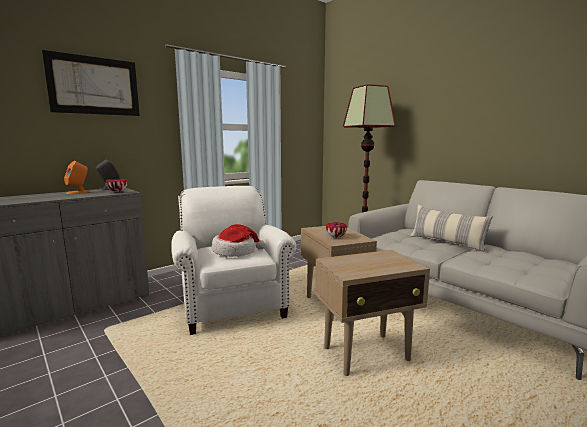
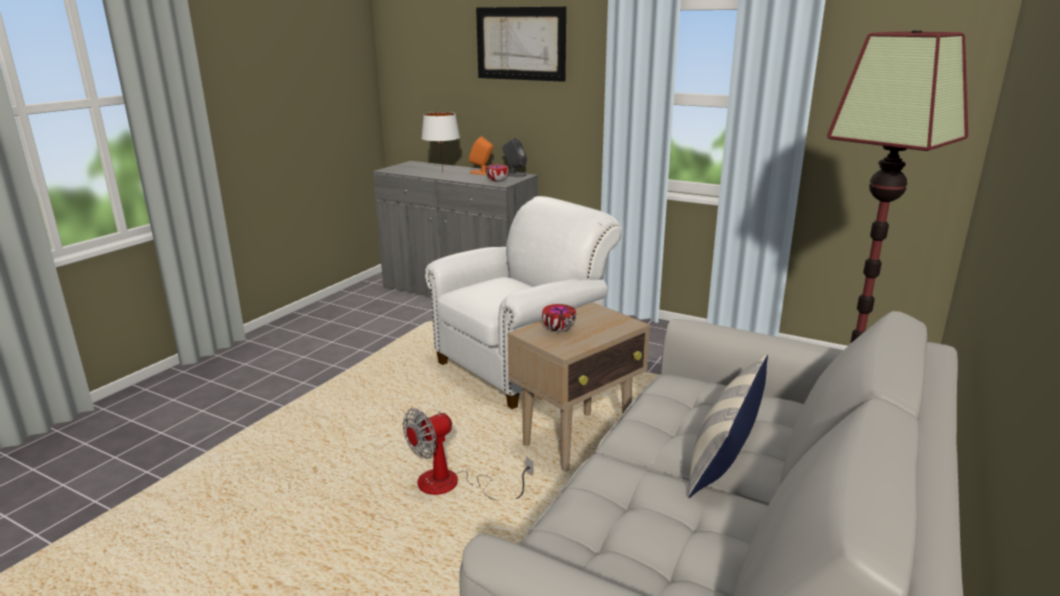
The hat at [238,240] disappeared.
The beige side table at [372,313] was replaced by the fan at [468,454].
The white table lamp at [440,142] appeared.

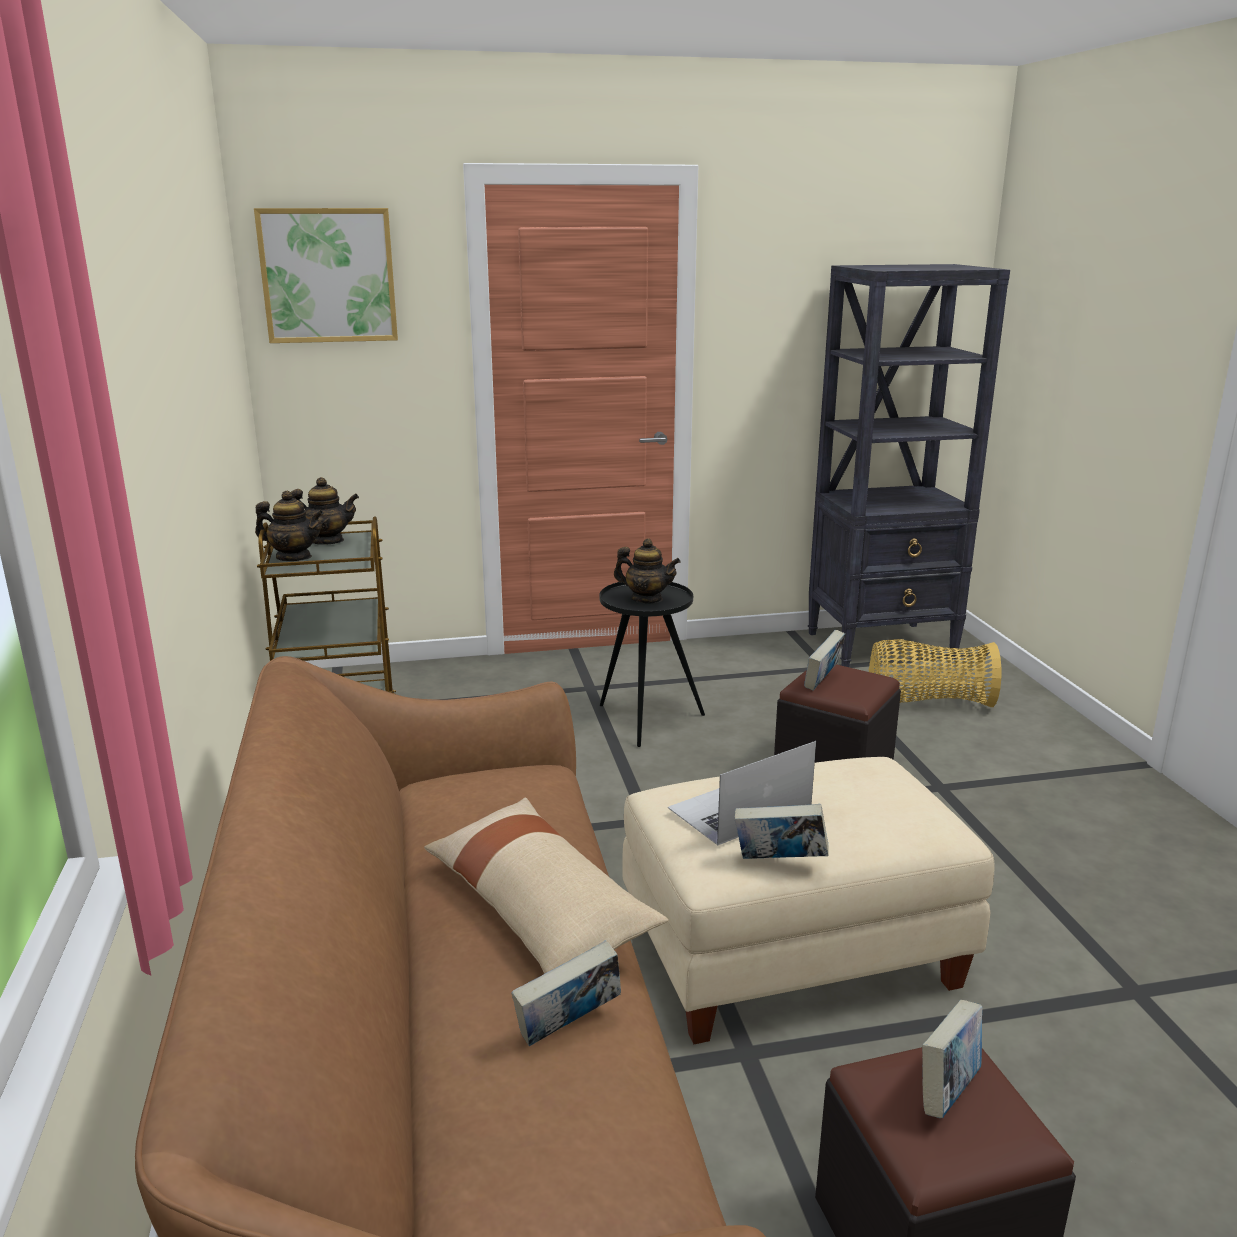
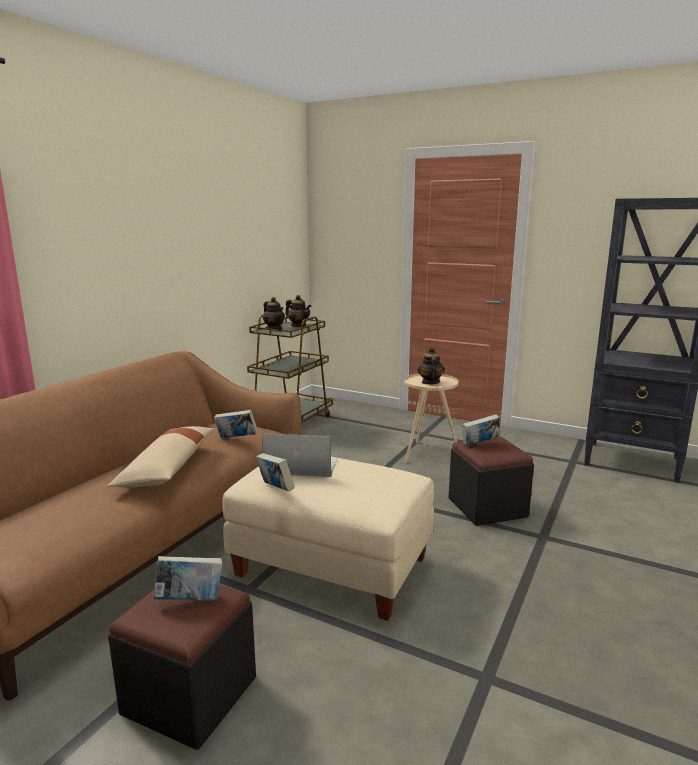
The picture at [326,275] disappeared.
The teapot at [647,570] turned 150 degrees counterclockwise.
The black side table at [652,664] became the beige side table at [431,418].
The basket at [935,673] disappeared.
The book moved from [566,993] to [236,424].

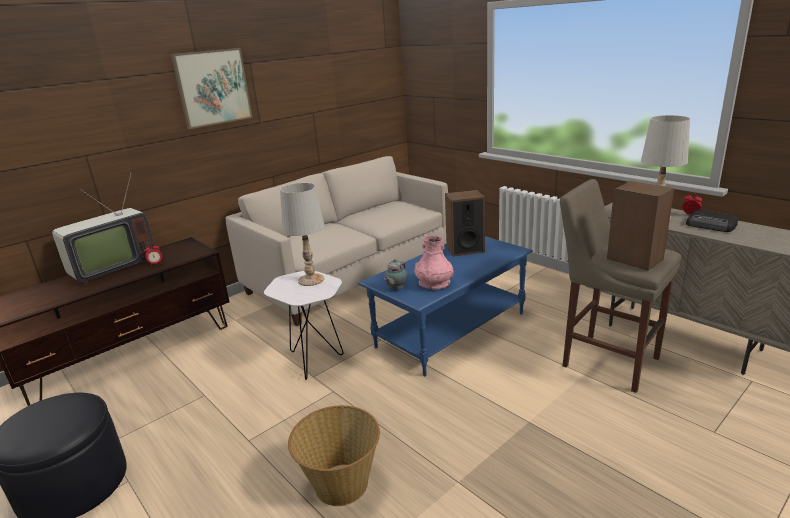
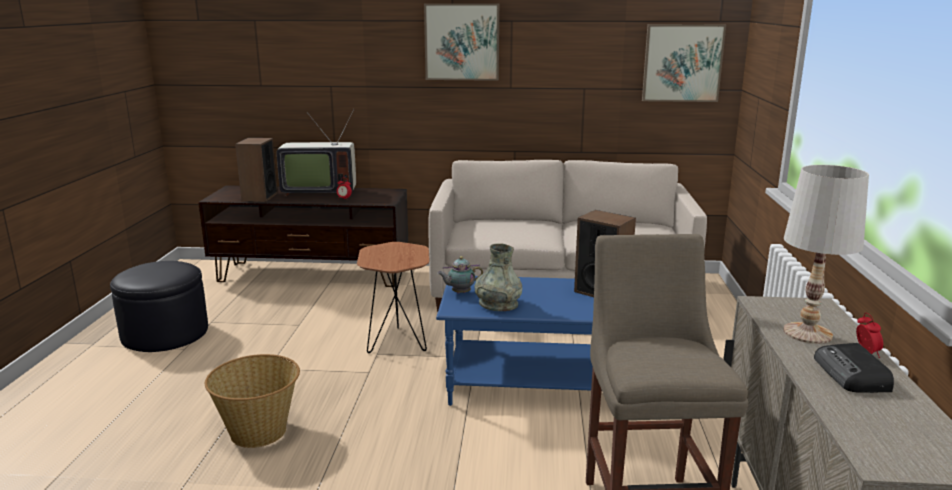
The speaker moved from [640,226] to [256,170].
The white table lamp at [302,234] disappeared.
The pink vase at [434,262] became the grey vase at [498,277].
The white side table at [304,325] became the brown side table at [393,297].
The picture at [684,63] appeared.

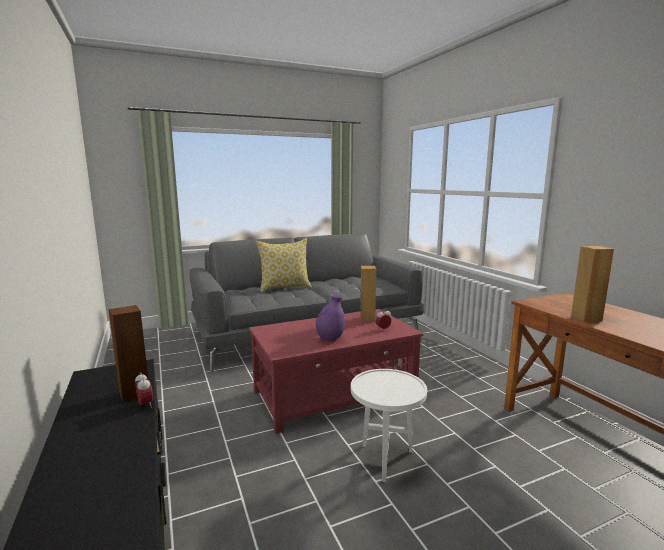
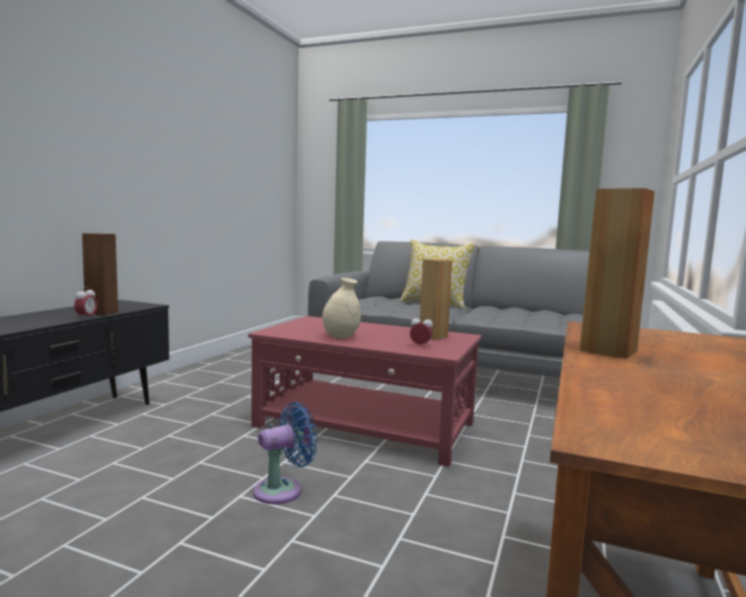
The purple vase at [330,317] became the beige vase at [341,308].
The white side table at [389,425] was replaced by the blue fan at [285,453].

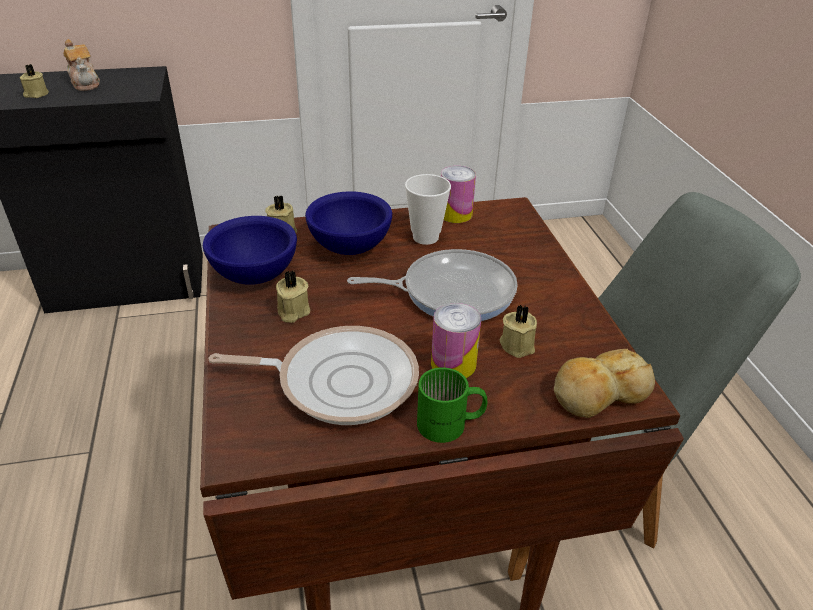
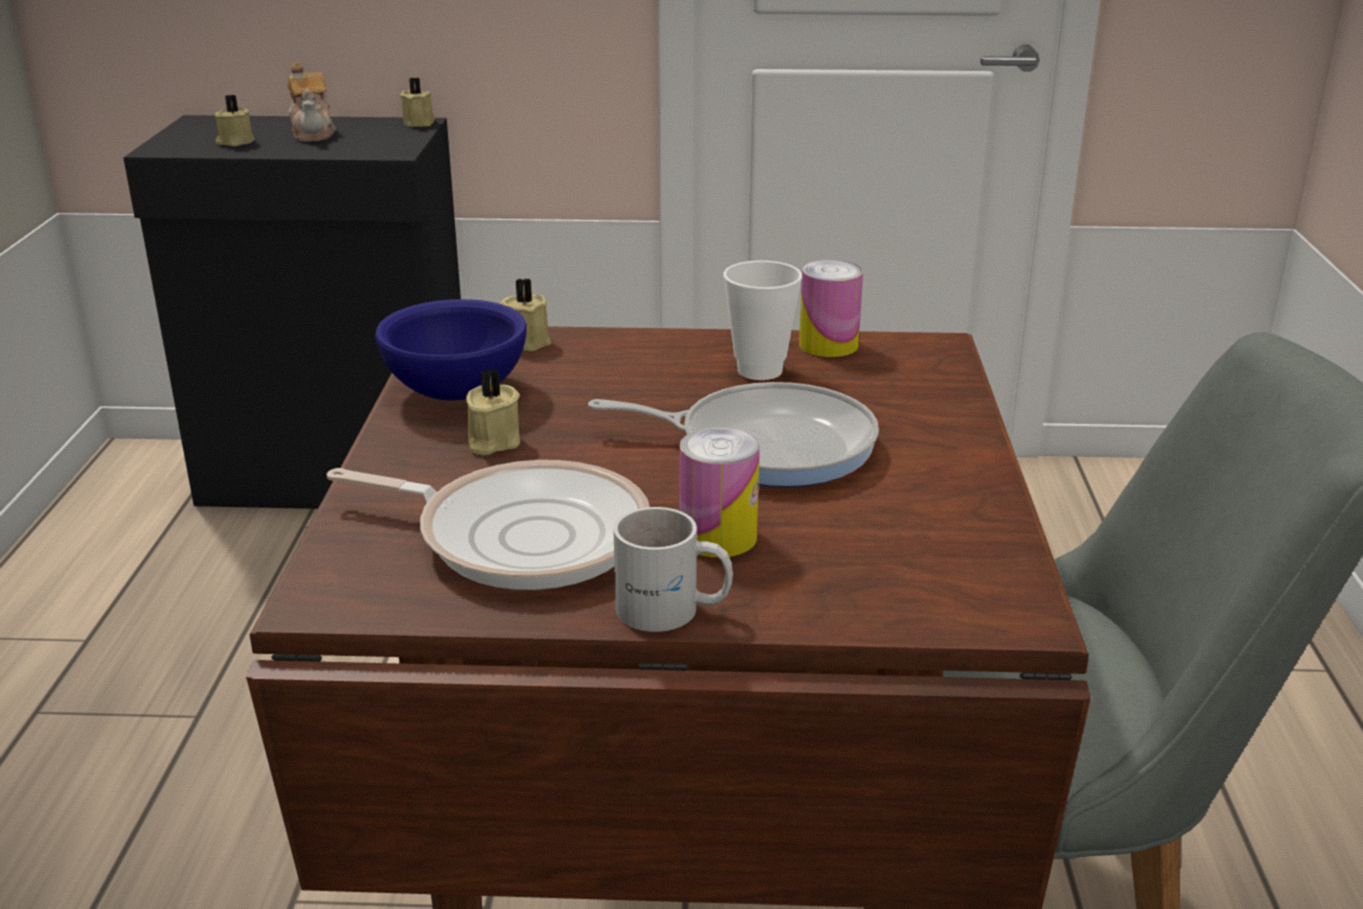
The blue bowl at [348,223] disappeared.
The beige candle moved from [518,331] to [417,102].
The bread at [604,383] disappeared.
The green mug at [452,405] became the white mug at [673,569].

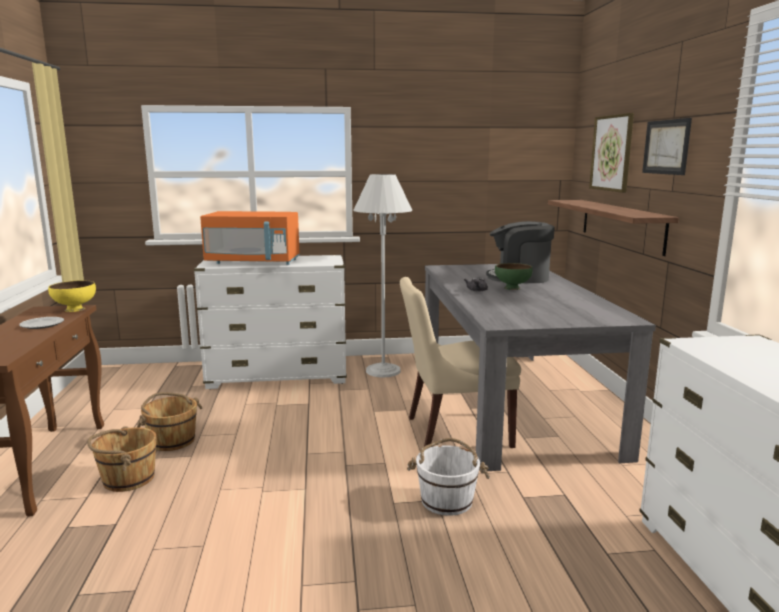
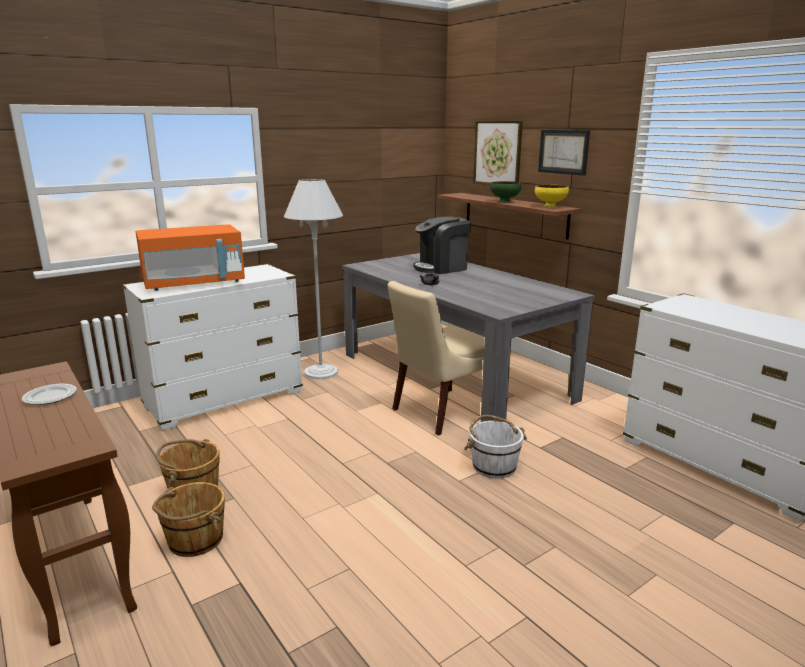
The green bowl moved from [514,276] to [506,192].
The yellow bowl moved from [72,296] to [552,196].

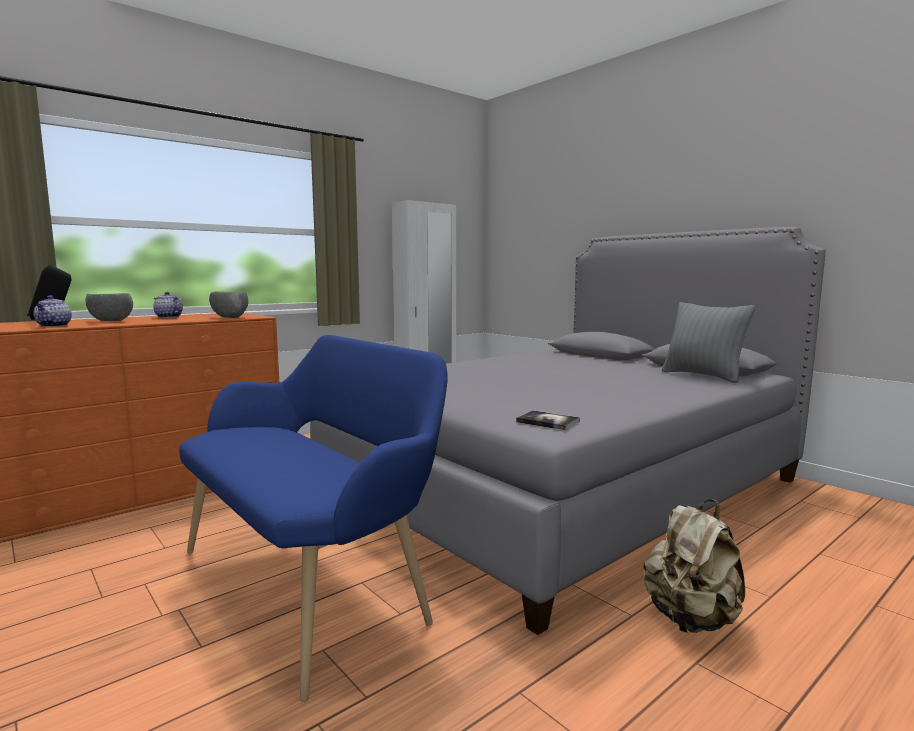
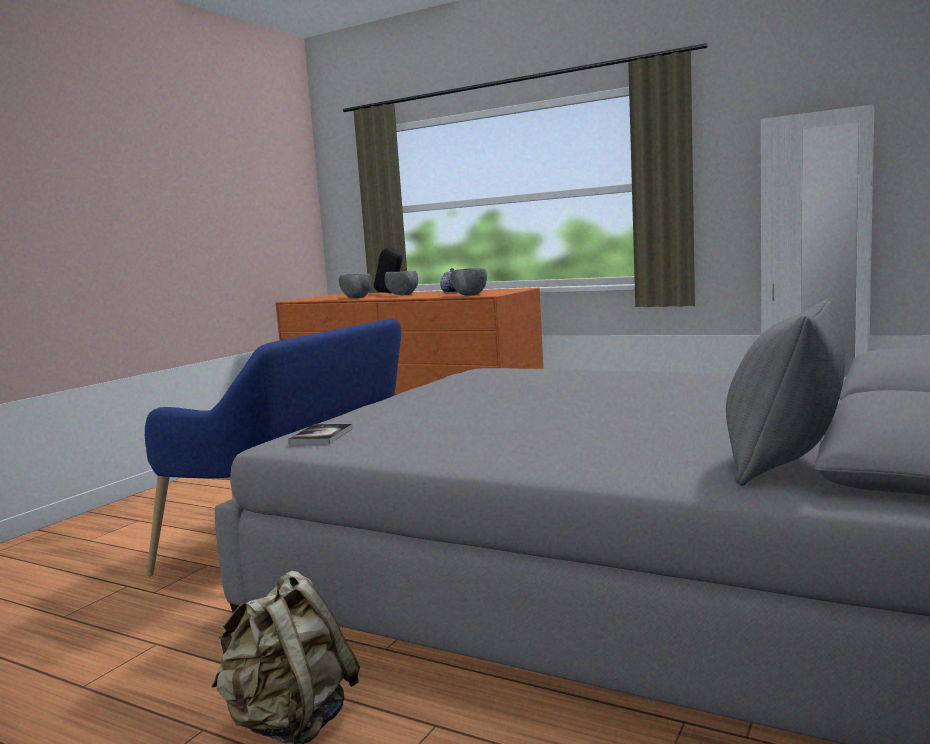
The teapot at [52,311] was replaced by the grey bowl at [355,286].

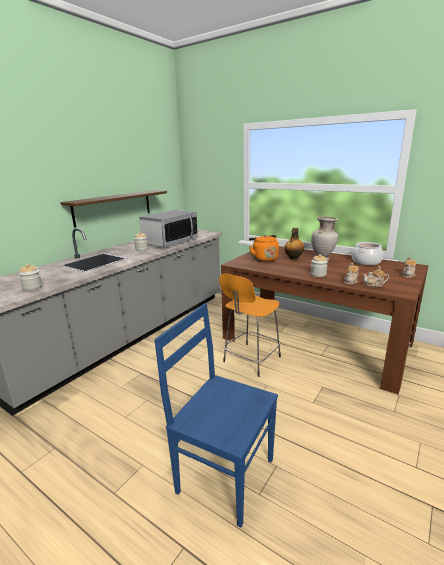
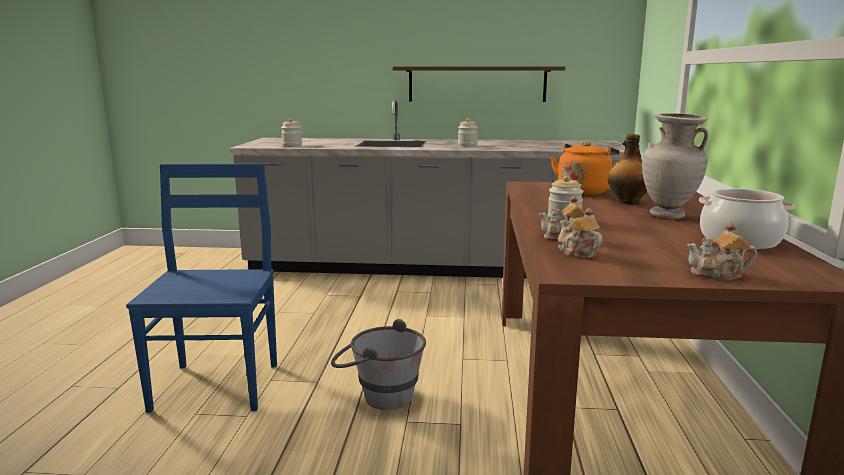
The microwave at [168,229] disappeared.
The orange stool at [250,325] disappeared.
The grey bucket at [378,364] appeared.

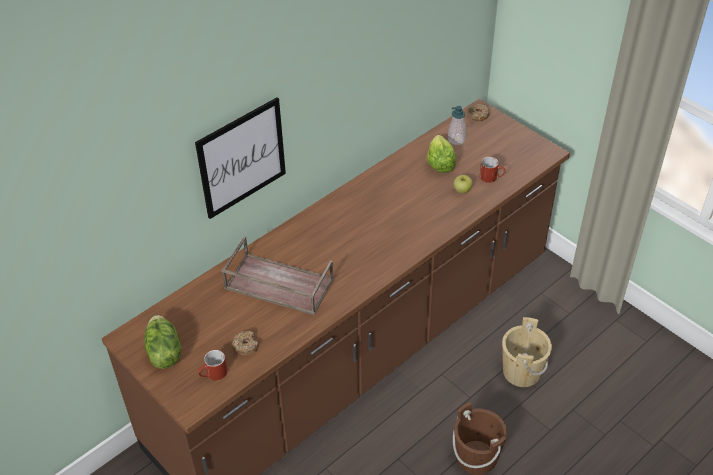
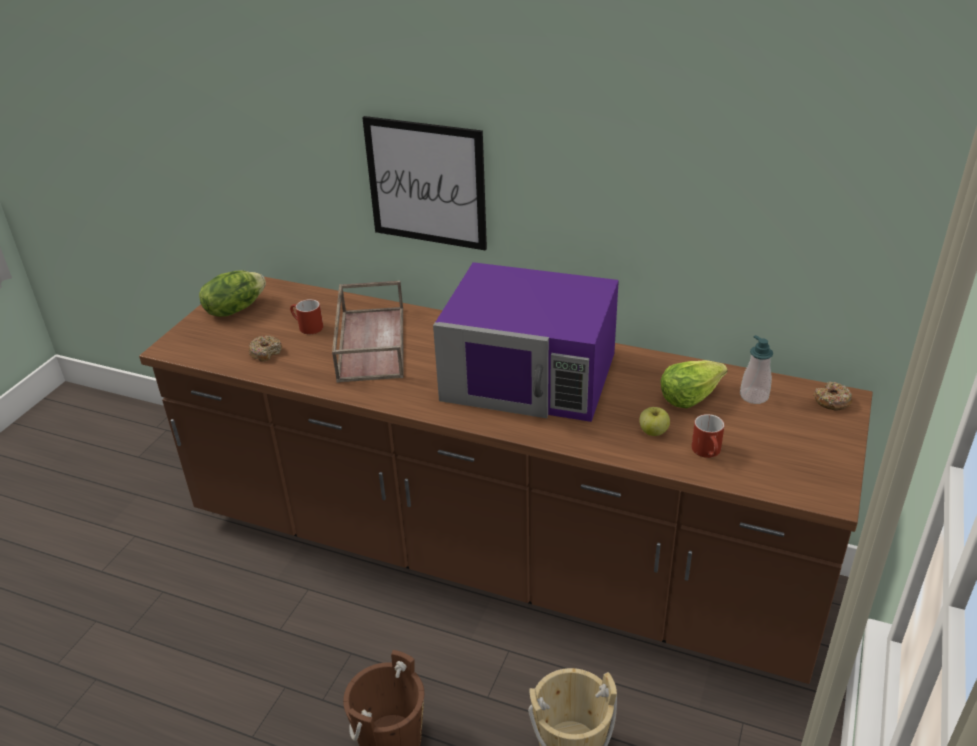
The red mug moved from [213,365] to [306,316].
The purple microwave at [526,342] appeared.

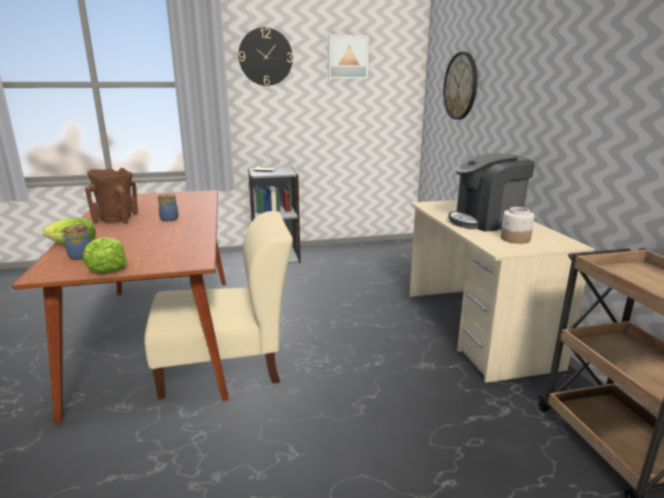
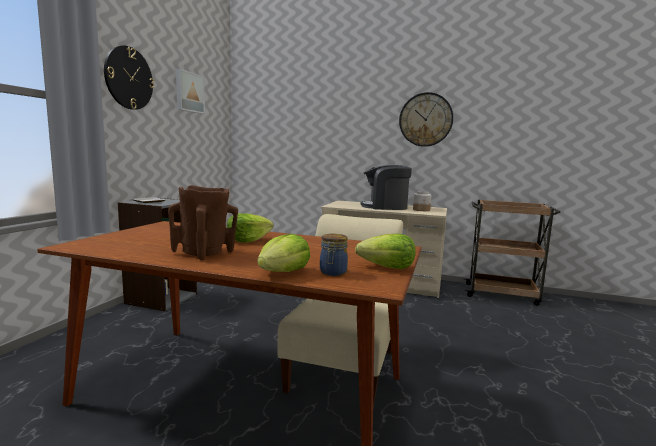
The wall clock moved from [460,86] to [426,119].
The coffee machine at [491,192] turned 75 degrees clockwise.
The jar at [168,207] was replaced by the lettuce at [250,228].

